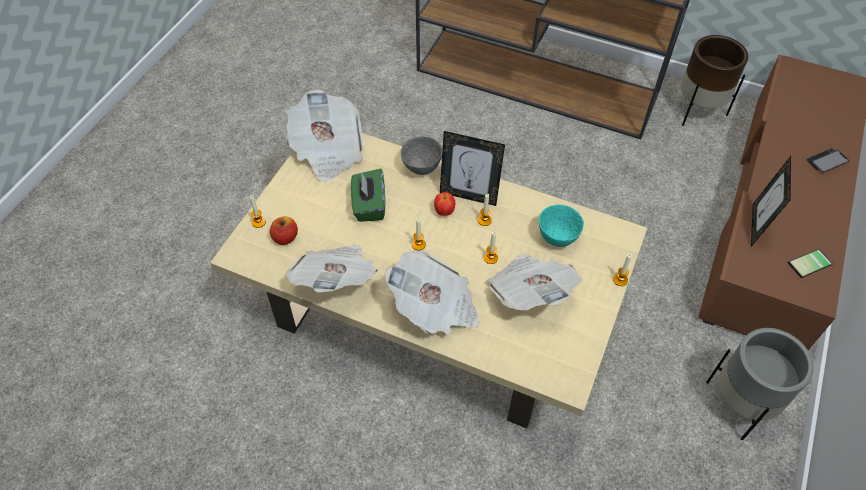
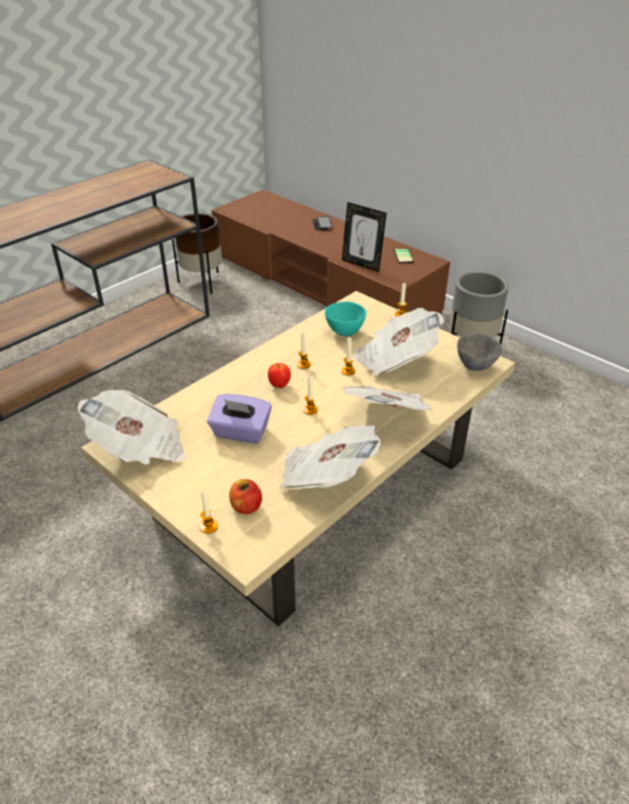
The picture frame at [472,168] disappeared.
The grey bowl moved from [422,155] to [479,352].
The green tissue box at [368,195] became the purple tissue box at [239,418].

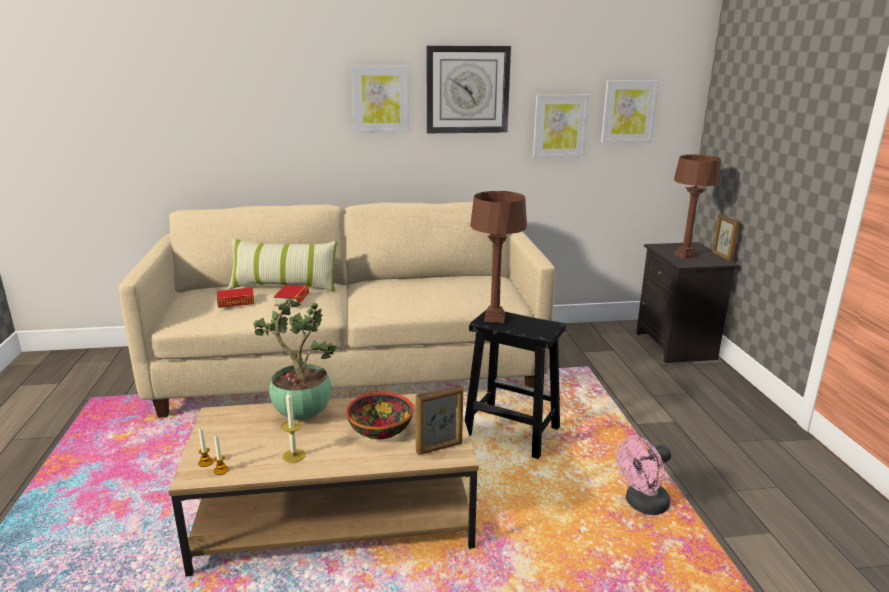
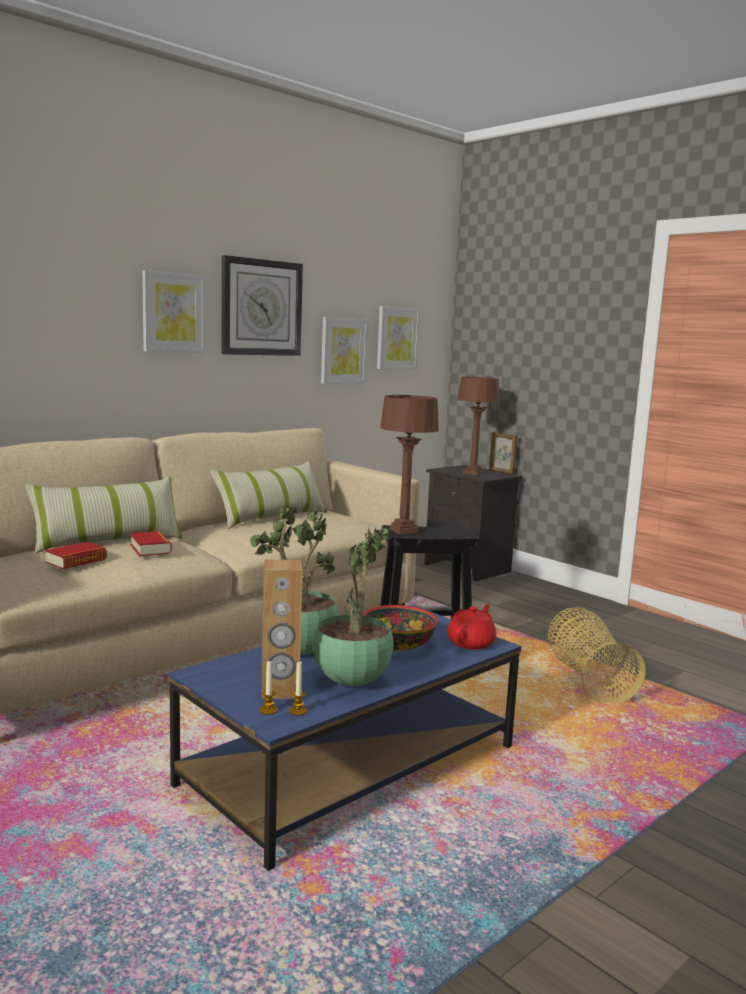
The picture frame at [439,420] was replaced by the red teapot at [471,627].
The candle at [293,427] was replaced by the potted plant at [353,606].
The brown coffee table at [324,485] became the blue coffee table at [344,738].
The pink fan at [643,475] was replaced by the basket at [597,655].
The pillow at [268,495] appeared.
The brown speaker at [282,629] appeared.

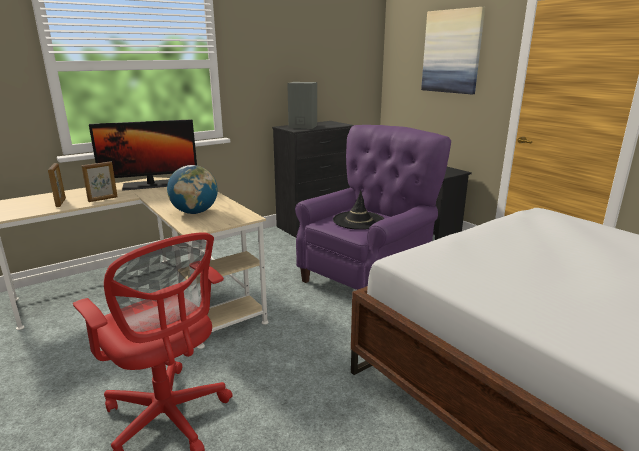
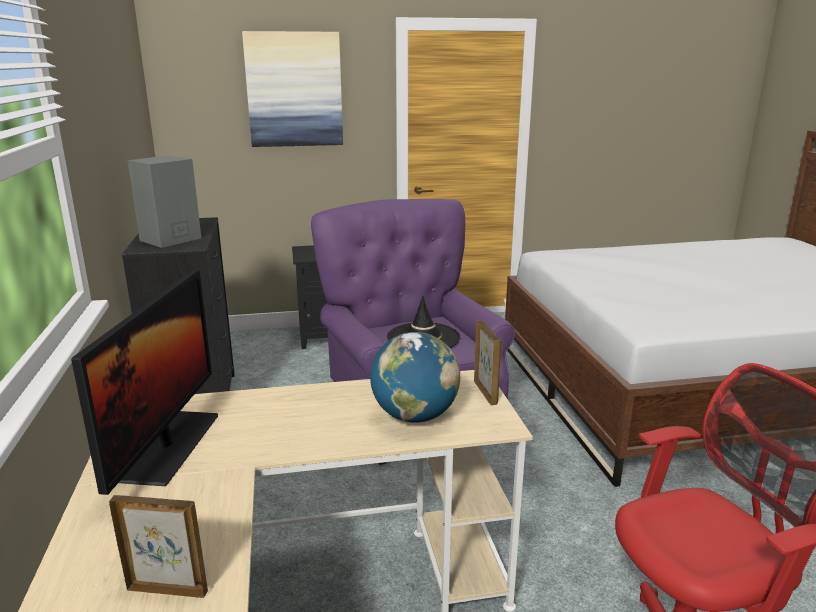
The picture frame moved from [100,181] to [487,362].

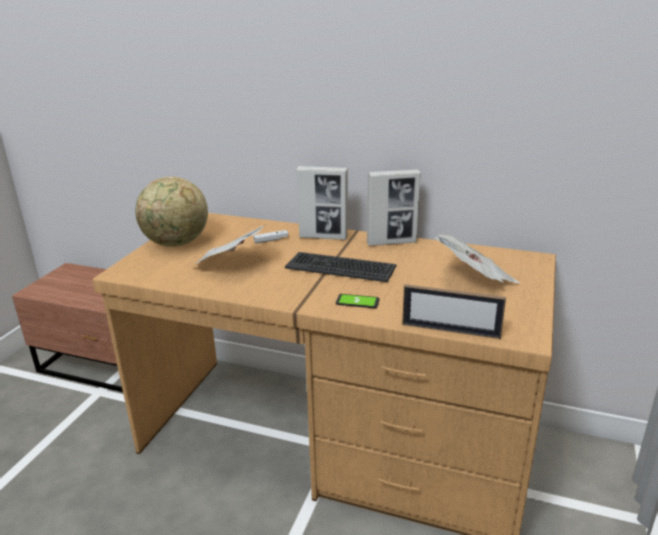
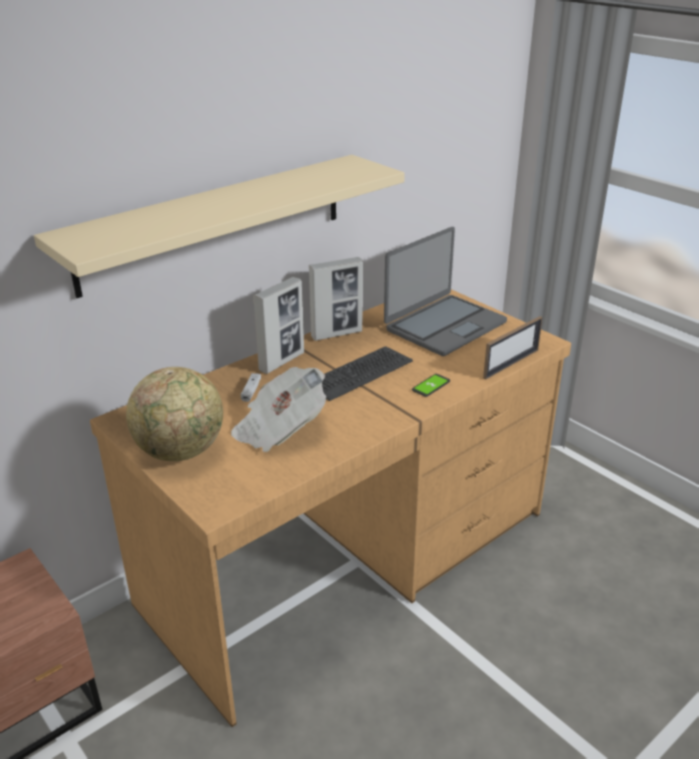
The picture frame at [394,207] turned 45 degrees clockwise.
The newspaper at [477,258] was replaced by the laptop at [445,291].
The beige shelf at [219,226] appeared.

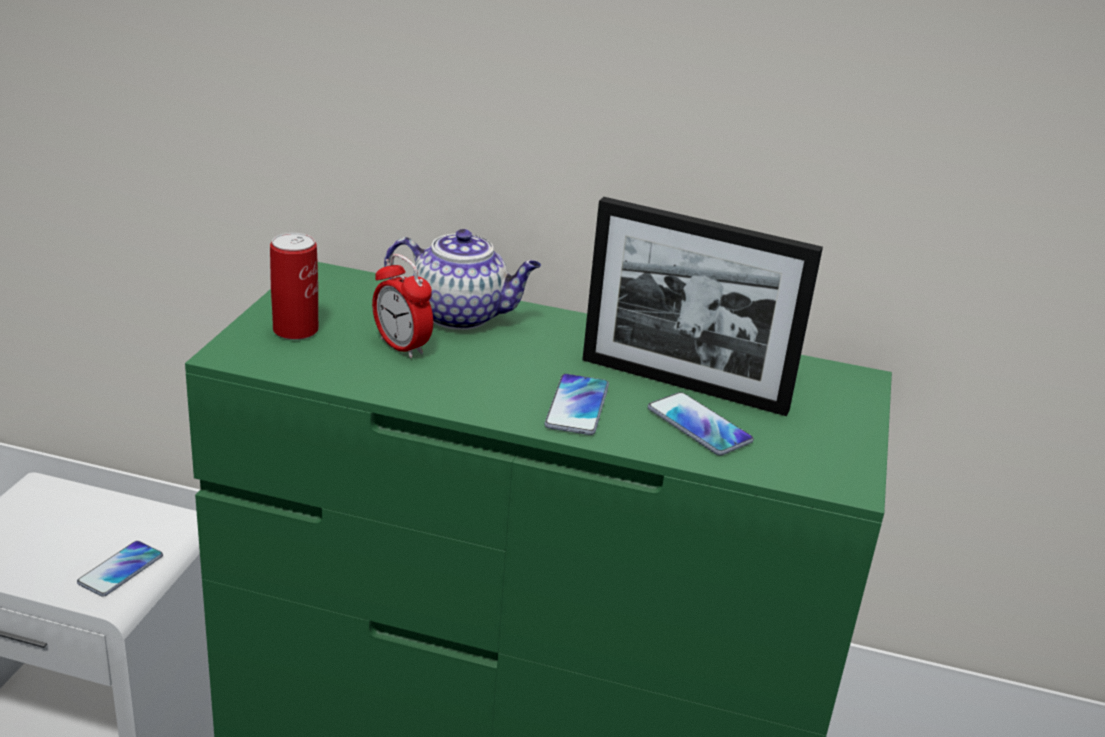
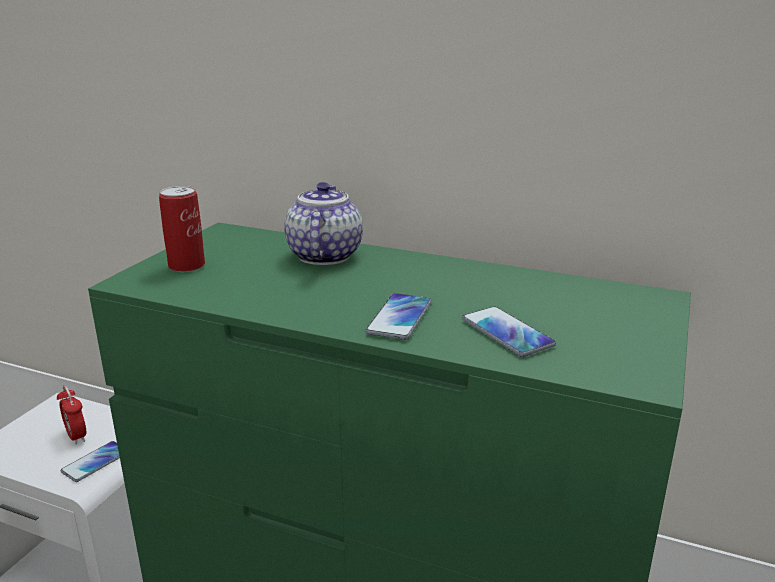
The picture frame at [702,306] disappeared.
The teapot at [462,279] turned 105 degrees counterclockwise.
The alarm clock moved from [402,306] to [72,414].

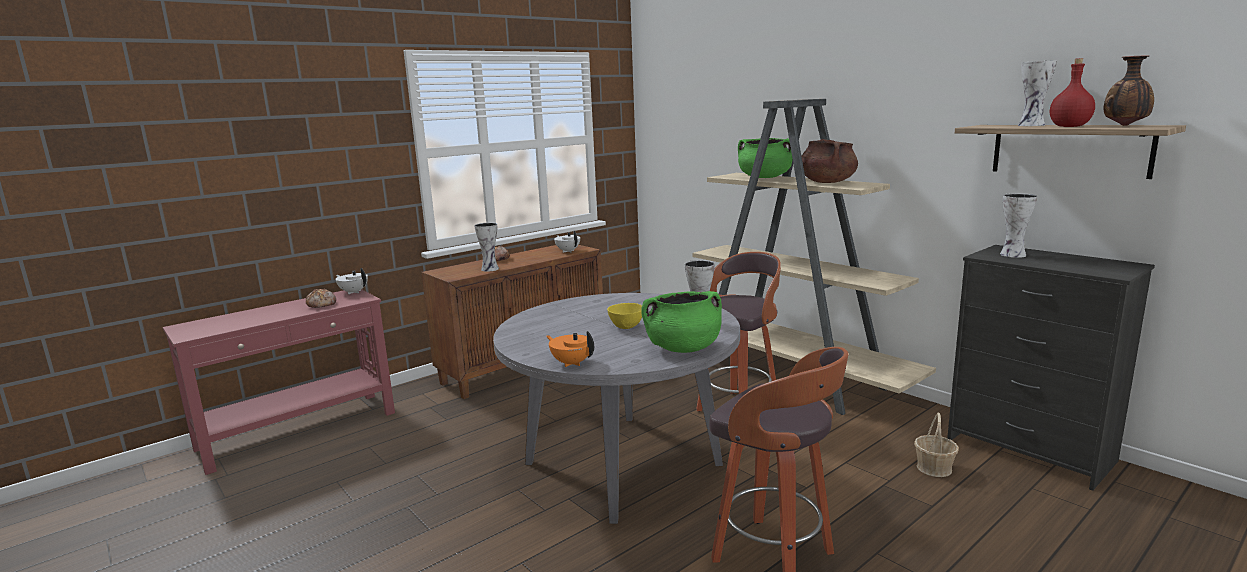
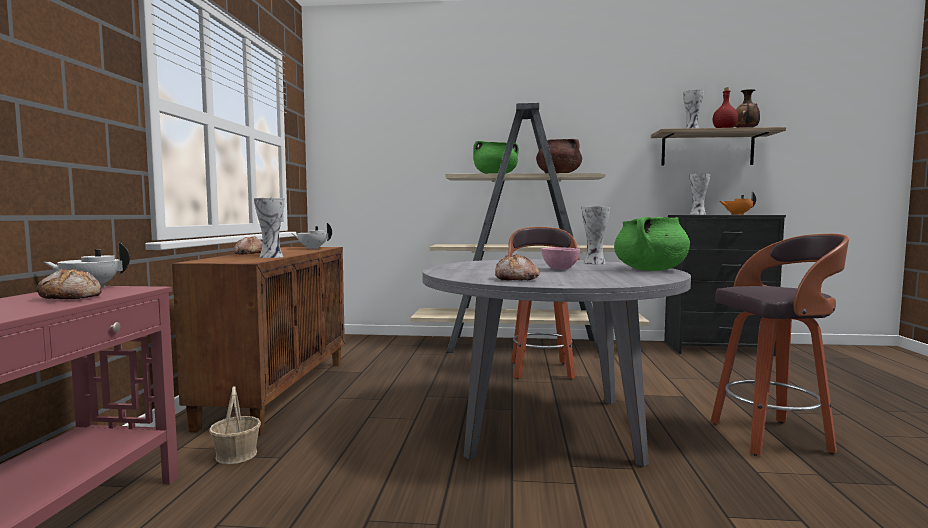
The yellow bowl at [624,316] became the pink bowl at [560,258].
The orange teapot moved from [570,349] to [737,203].
The basket moved from [936,444] to [235,425].
The bread at [517,267] appeared.

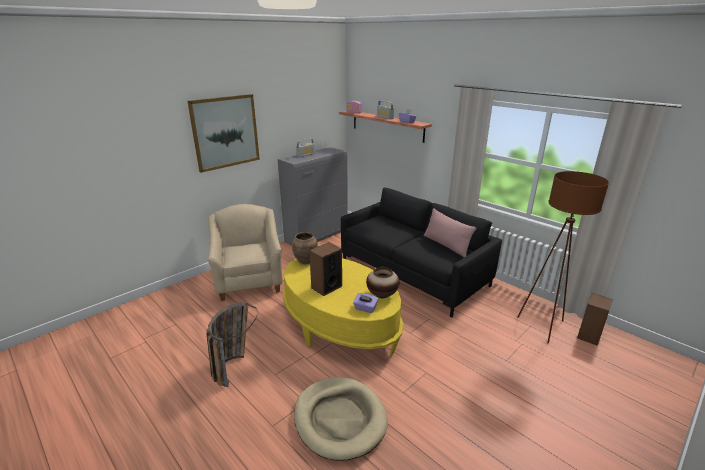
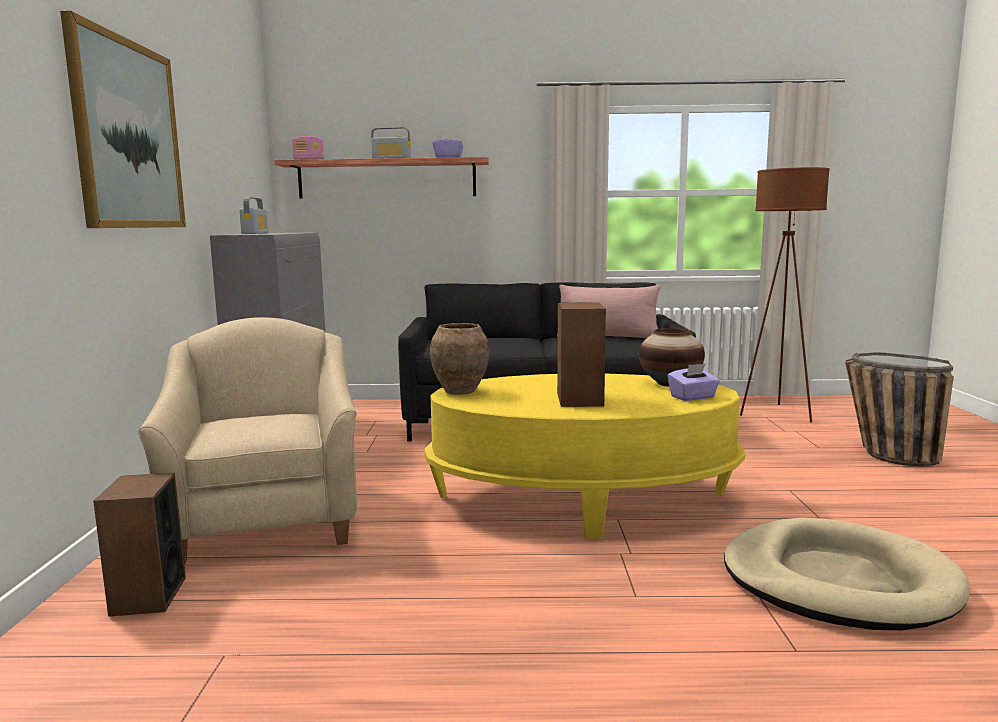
The beige armchair at [245,252] turned 45 degrees clockwise.
The speaker moved from [595,319] to [139,545].
The basket moved from [232,344] to [899,409].

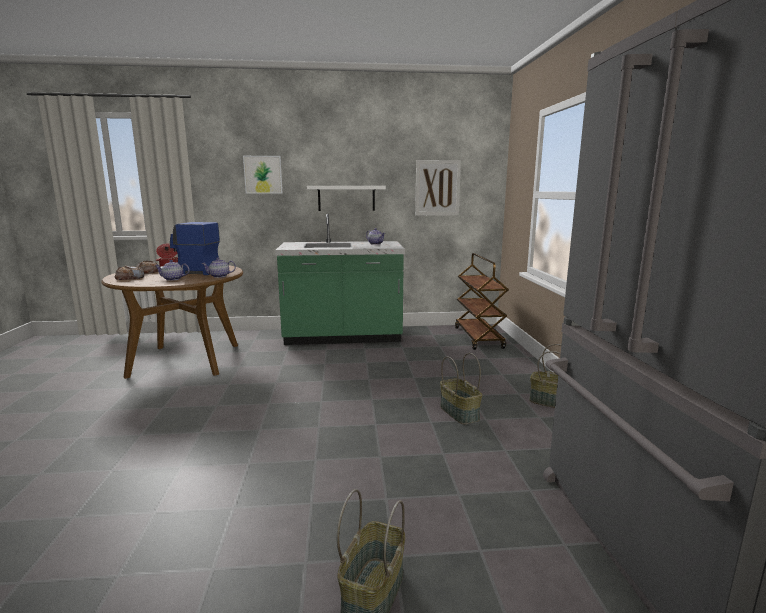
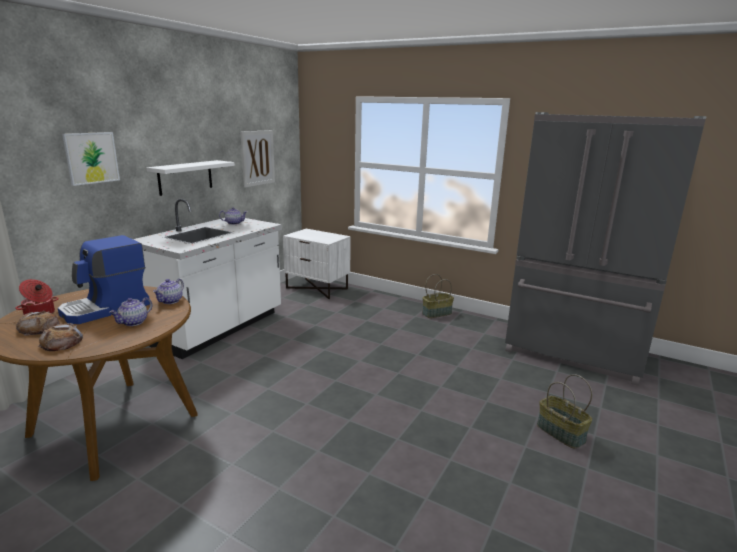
The green counter at [340,279] became the white counter at [207,279].
The brown cart at [482,301] was replaced by the white nightstand at [317,264].
The basket at [461,388] disappeared.

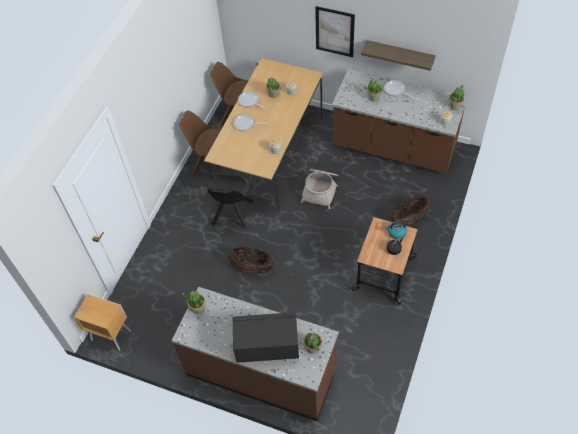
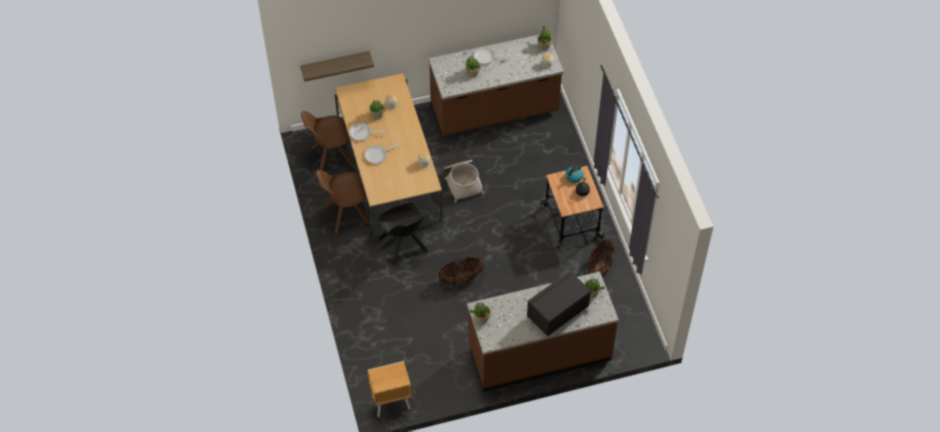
The picture at [335,31] disappeared.
The shelf moved from [398,55] to [337,66].
The basket moved from [410,211] to [601,258].

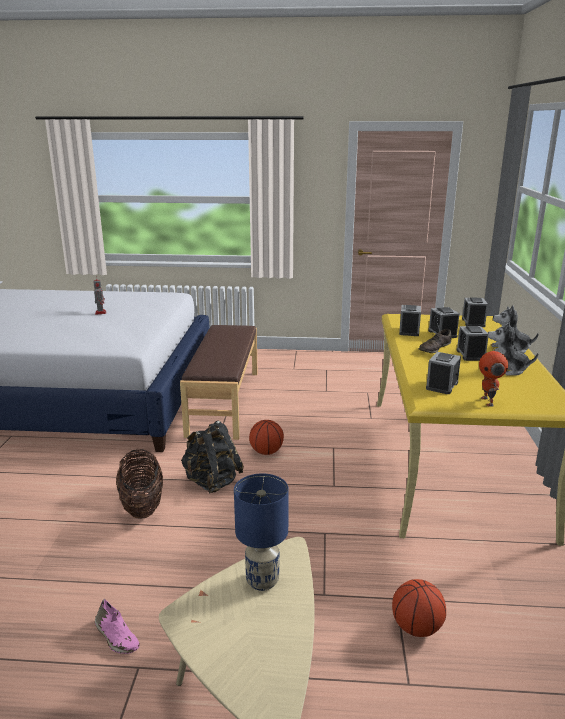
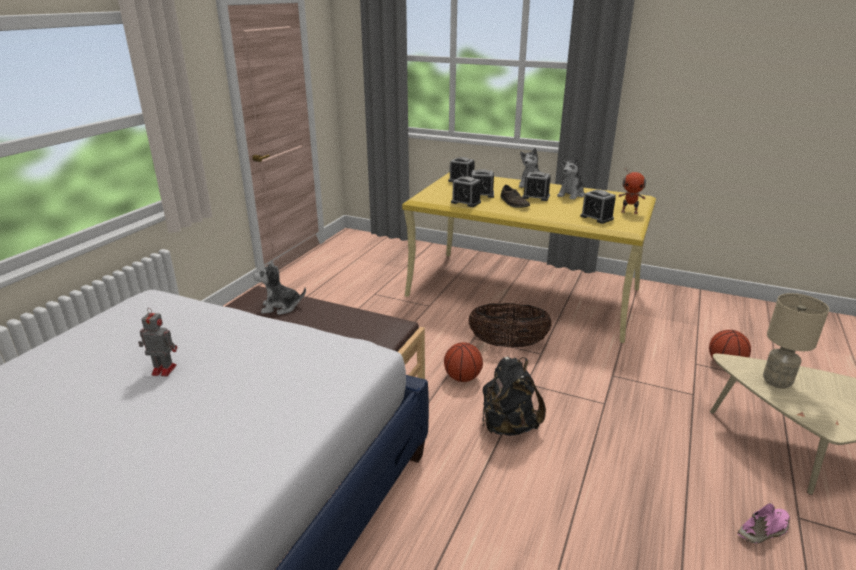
The basket moved from [139,484] to [510,325].
The blue table lamp at [261,532] became the beige table lamp at [796,341].
The plush toy at [279,288] appeared.

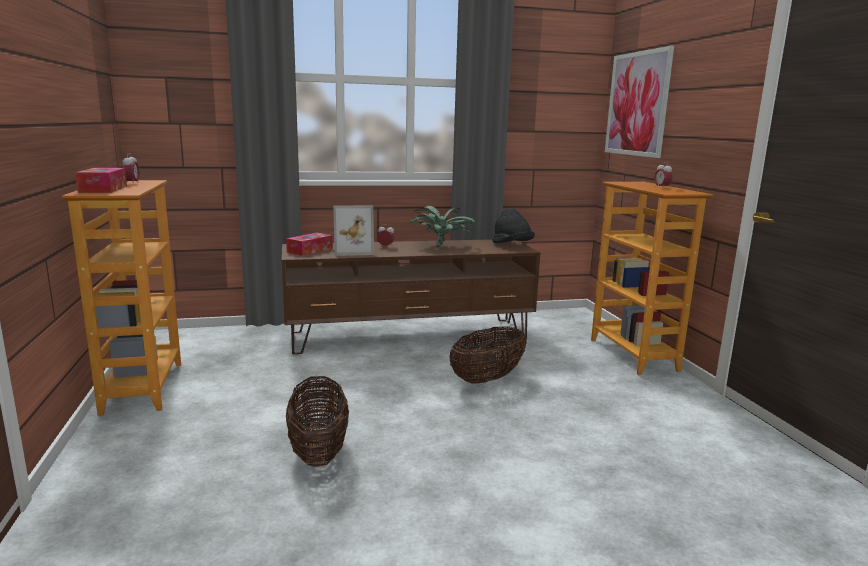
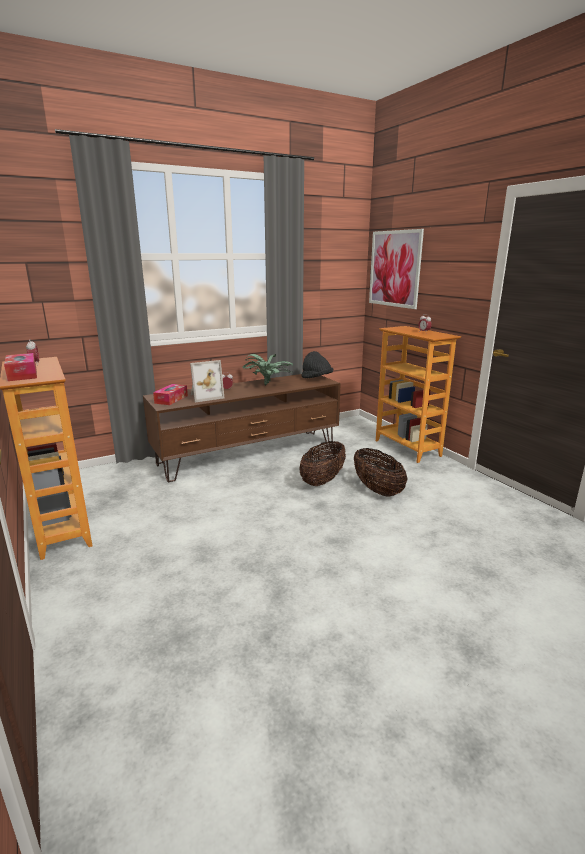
The basket moved from [317,421] to [381,472].

